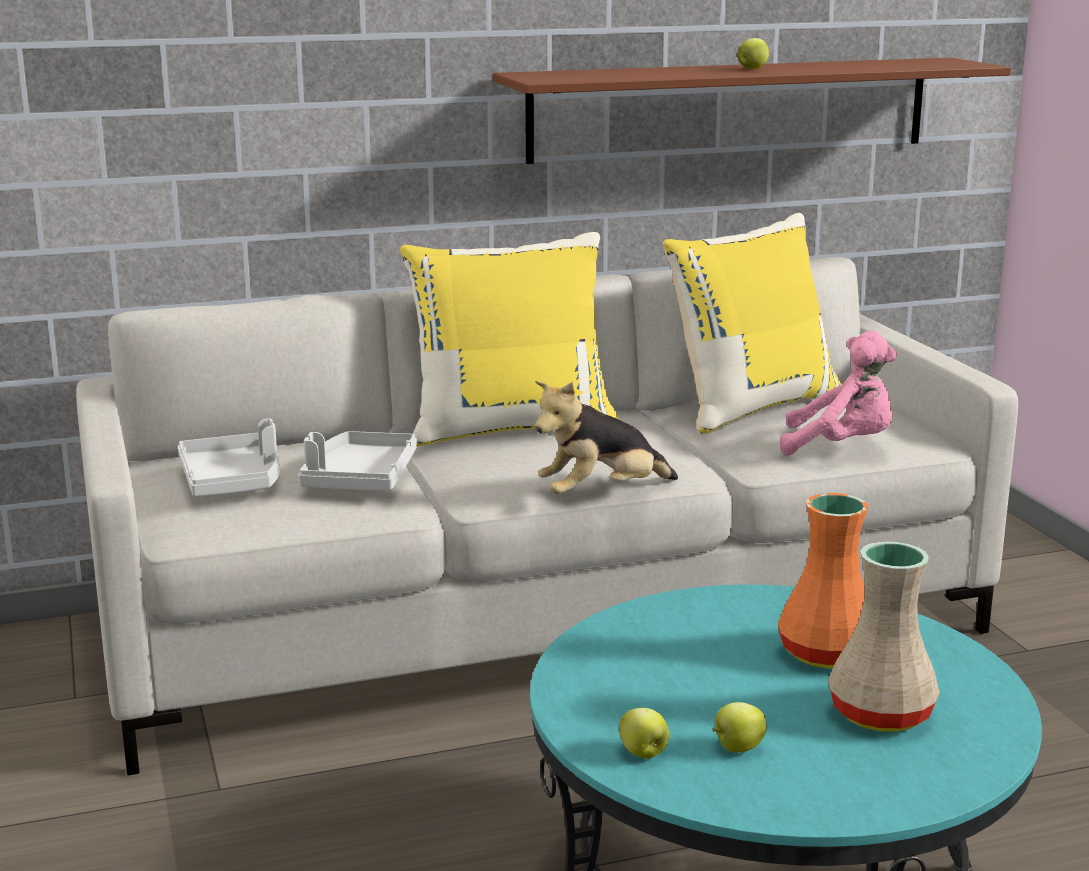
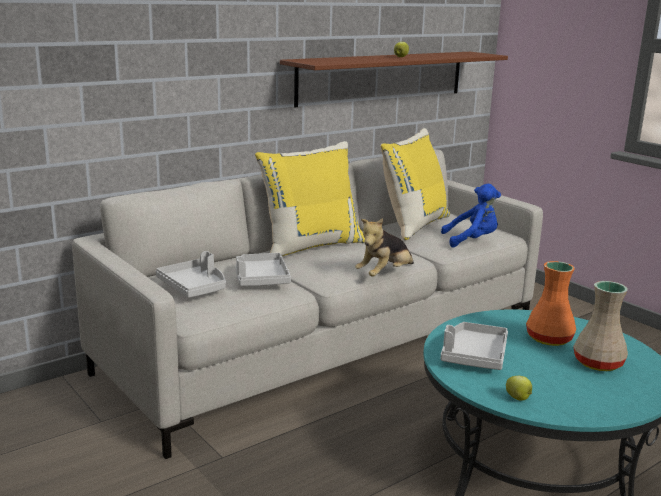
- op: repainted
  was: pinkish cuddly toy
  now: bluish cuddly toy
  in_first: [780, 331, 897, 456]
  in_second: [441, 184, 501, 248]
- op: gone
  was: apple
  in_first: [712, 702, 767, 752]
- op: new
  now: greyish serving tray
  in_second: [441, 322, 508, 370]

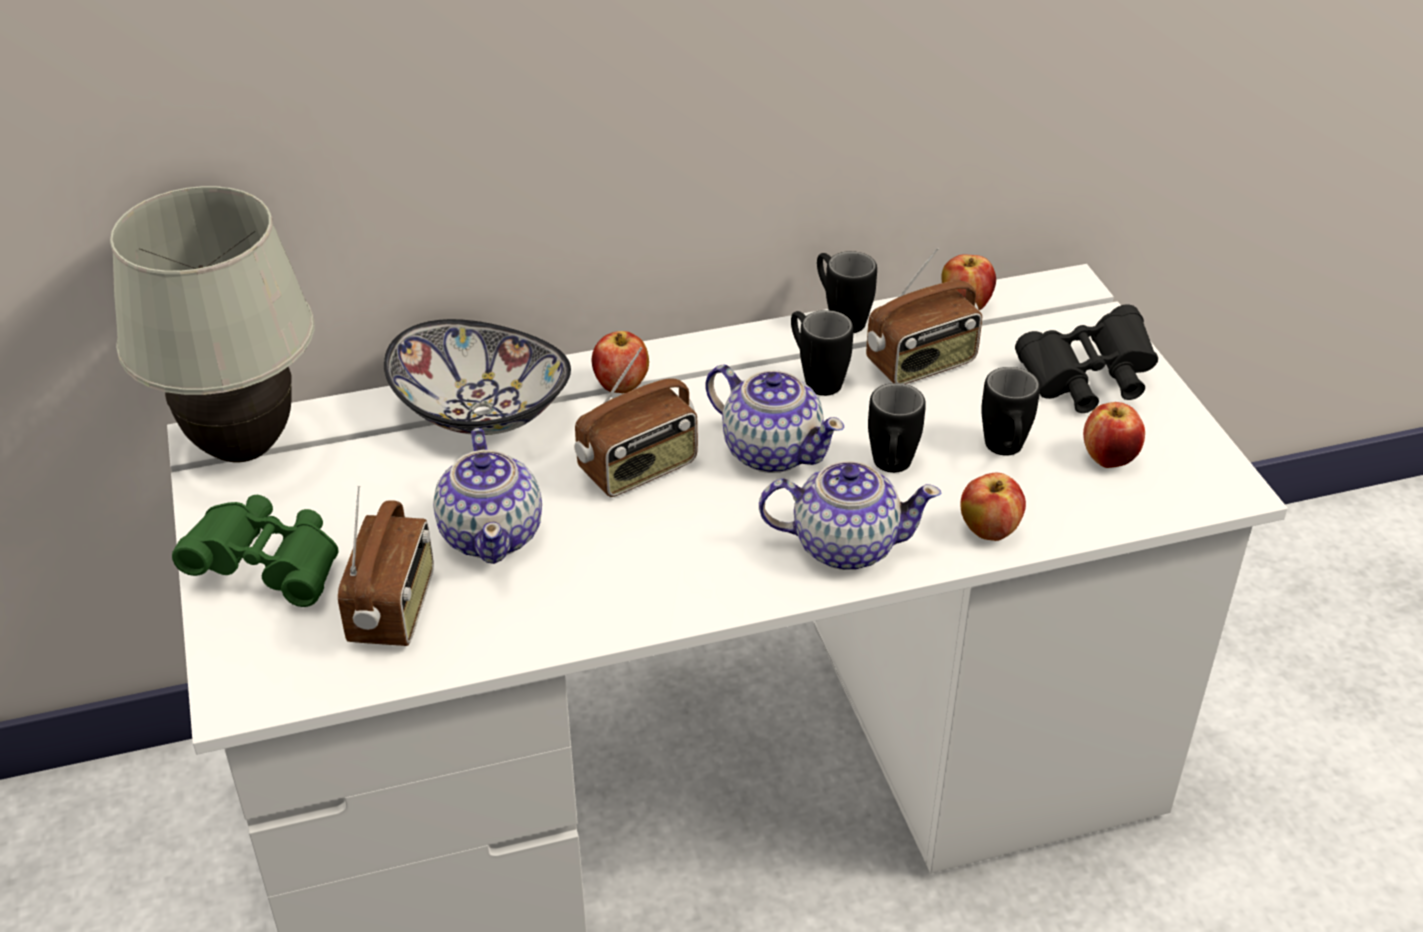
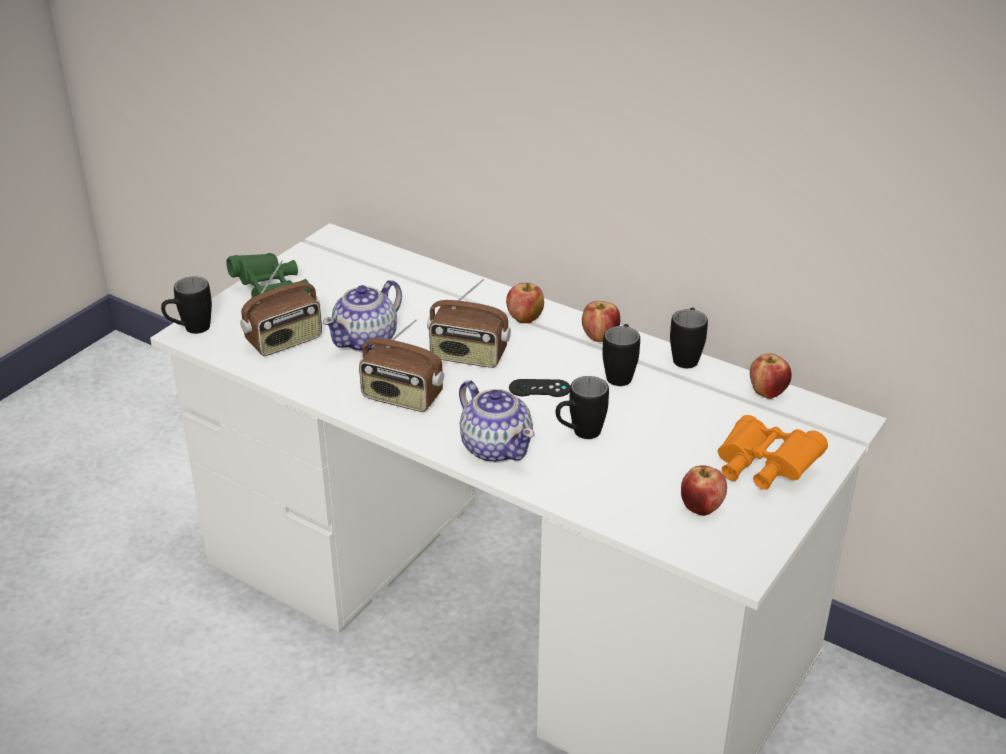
- op: gone
  was: whitish tabletop lamp
  in_first: [110, 186, 314, 462]
- op: shifted
  was: radio set
  in_first: [866, 248, 982, 384]
  in_second: [359, 319, 444, 412]
- op: repainted
  was: blackish pair of binoculars
  now: orange-coloured pair of binoculars
  in_first: [1015, 304, 1158, 413]
  in_second: [718, 415, 828, 490]
- op: gone
  was: bowl
  in_first: [384, 319, 571, 435]
- op: swapped
  was: teapot
  now: blackish joypad
  in_first: [706, 365, 844, 473]
  in_second: [509, 379, 570, 397]
- op: shifted
  was: blackish coffee mug
  in_first: [981, 367, 1040, 456]
  in_second: [161, 276, 212, 334]
- op: shifted
  was: apple
  in_first: [961, 473, 1026, 541]
  in_second: [582, 301, 620, 342]

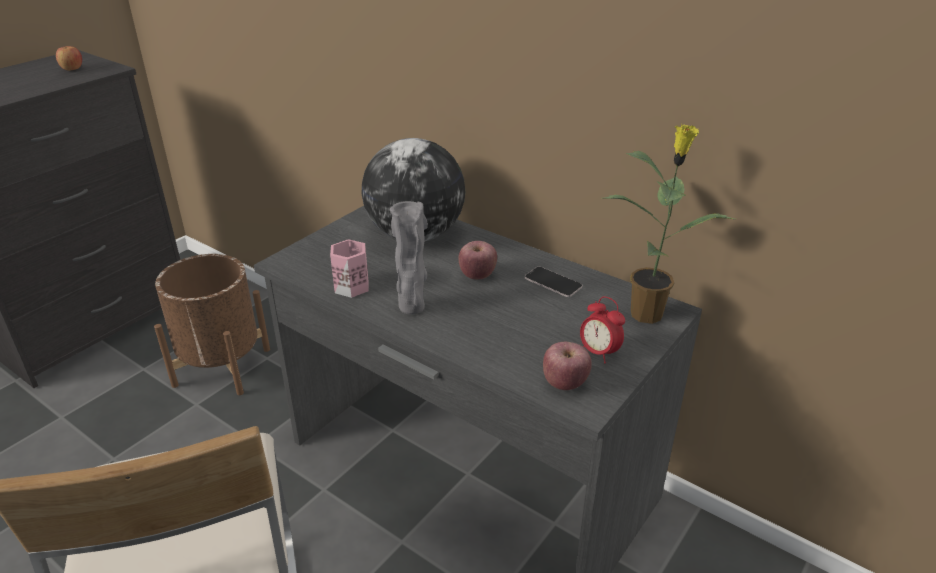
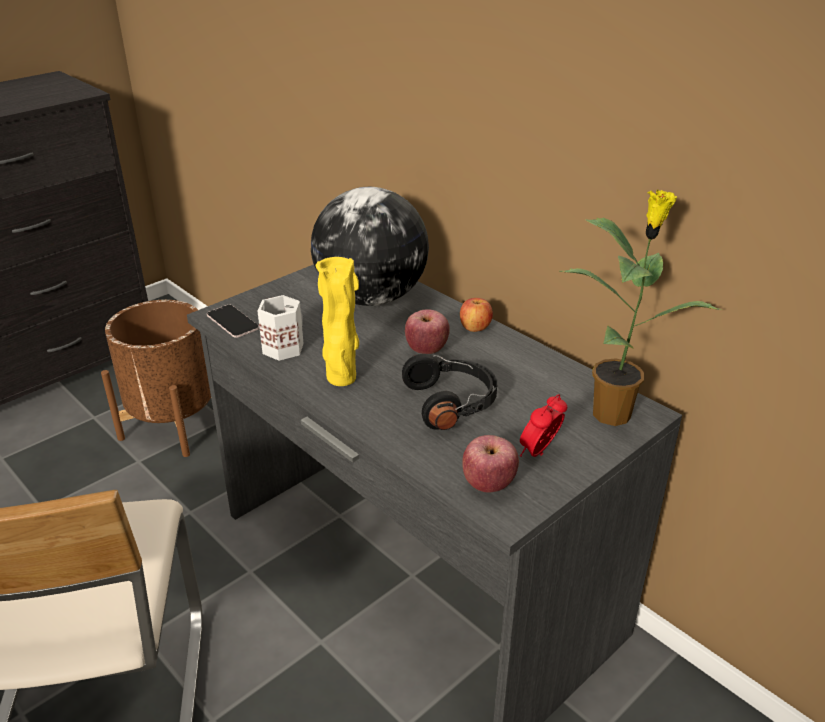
- op: shifted
  was: apple
  in_first: [56, 46, 82, 71]
  in_second: [460, 298, 493, 332]
- op: repainted
  was: greyish decorative vase
  now: yellowish decorative vase
  in_first: [390, 201, 428, 315]
  in_second: [316, 257, 359, 386]
- op: repainted
  was: pinkish coffee mug
  now: whitish coffee mug
  in_first: [330, 239, 368, 298]
  in_second: [258, 295, 304, 361]
- op: shifted
  was: handset
  in_first: [525, 266, 582, 297]
  in_second: [207, 305, 259, 338]
- op: rotated
  was: table clock
  in_first: [580, 296, 625, 363]
  in_second: [520, 394, 567, 457]
  clockwise: 75
- op: new
  now: blackish pair of headphones
  in_second: [402, 354, 497, 430]

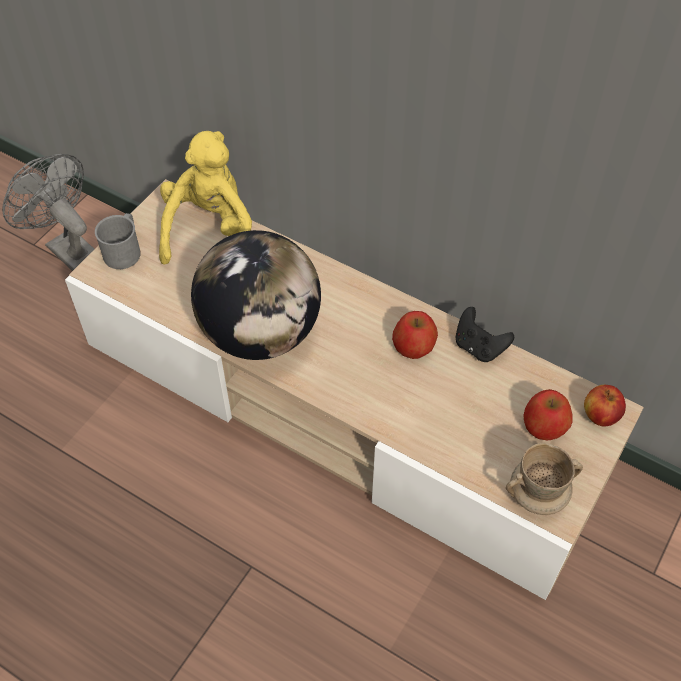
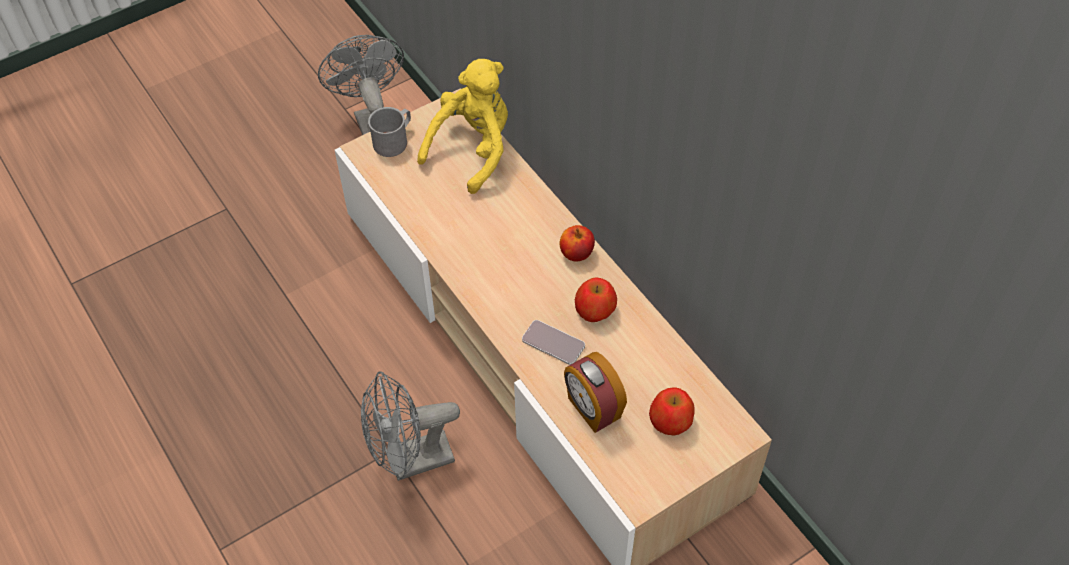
- op: gone
  was: world globe
  in_first: [191, 230, 321, 360]
- op: gone
  was: blackish joypad
  in_first: [455, 307, 514, 362]
- op: shifted
  was: apple
  in_first: [584, 385, 626, 426]
  in_second: [560, 225, 595, 261]
- op: gone
  was: beige coffee mug
  in_first: [506, 442, 583, 515]
- op: new
  now: handset
  in_second: [522, 320, 585, 365]
- op: new
  now: table clock
  in_second: [564, 352, 627, 433]
- op: new
  now: greyish electric fan
  in_second: [361, 371, 460, 481]

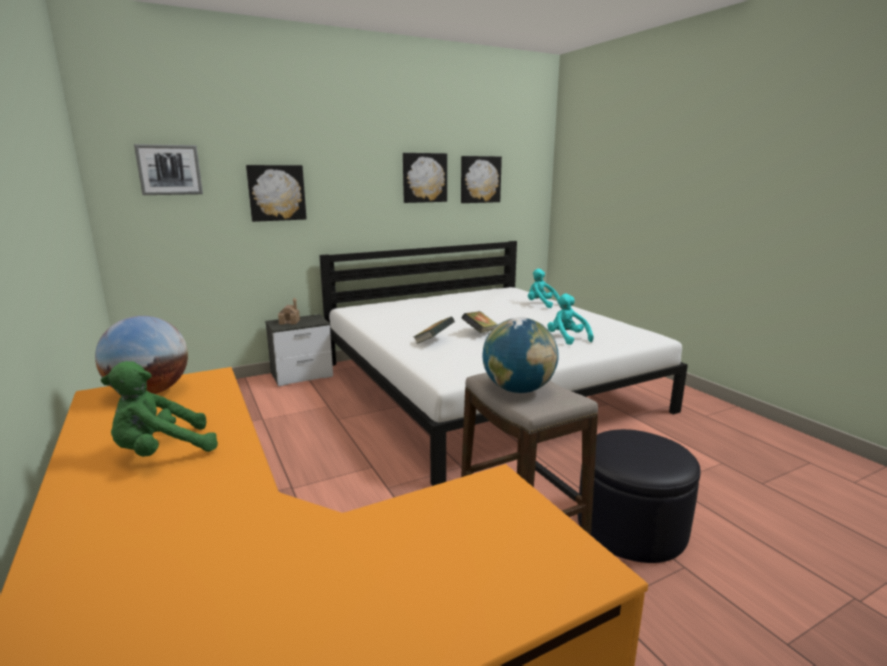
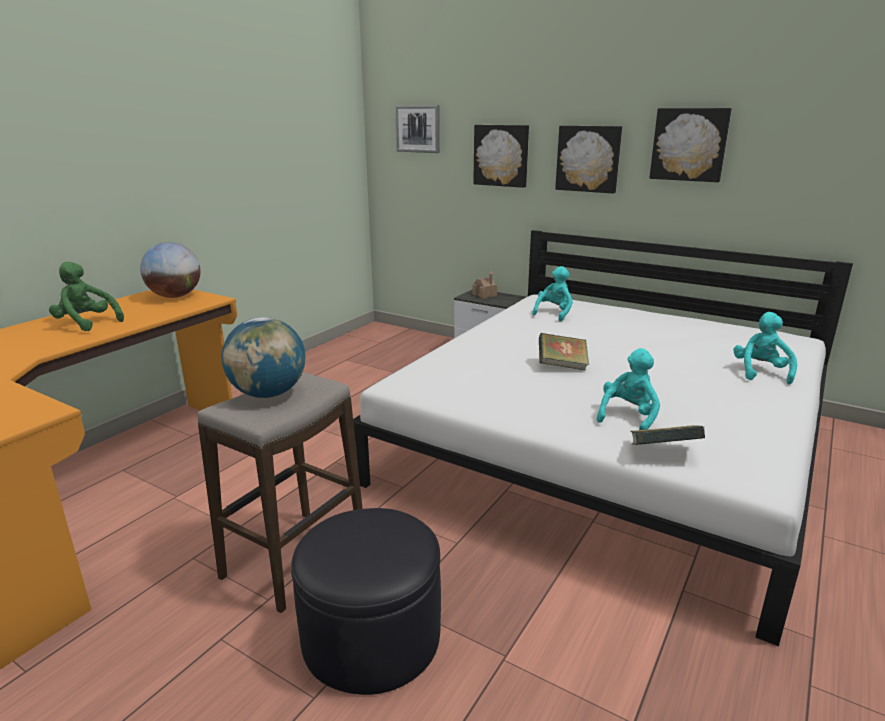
- op: shifted
  was: wall art
  in_first: [461, 156, 502, 203]
  in_second: [555, 126, 622, 194]
- op: shifted
  was: bound book
  in_first: [414, 316, 455, 344]
  in_second: [630, 425, 705, 445]
- op: new
  now: turquoise cuddly toy
  in_second: [532, 266, 573, 322]

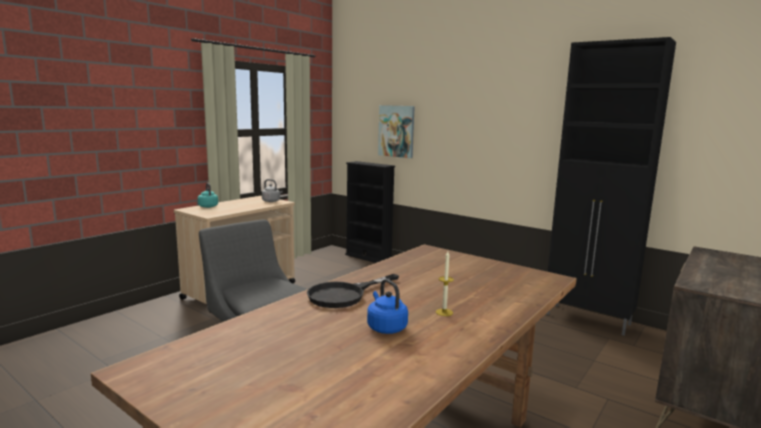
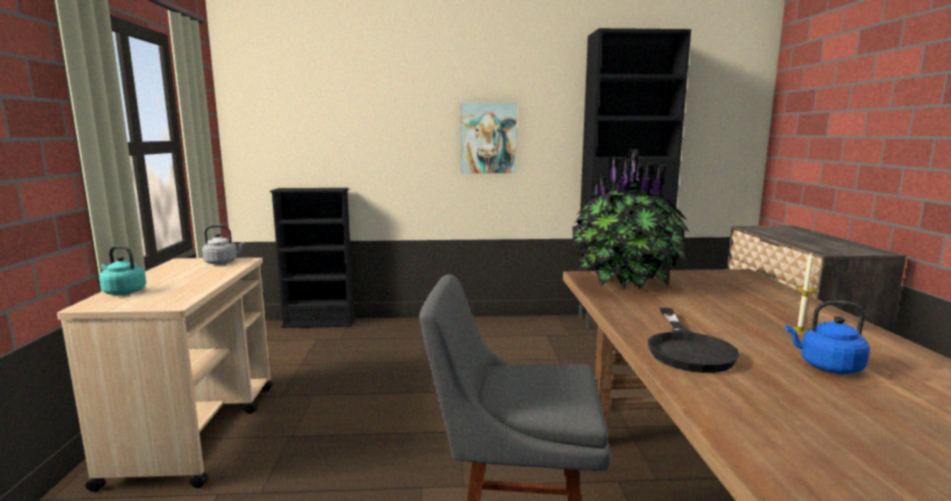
- op: shifted
  was: wall art
  in_first: [378, 105, 415, 158]
  in_second: [460, 102, 517, 173]
- op: new
  now: houseplant
  in_second: [573, 149, 689, 289]

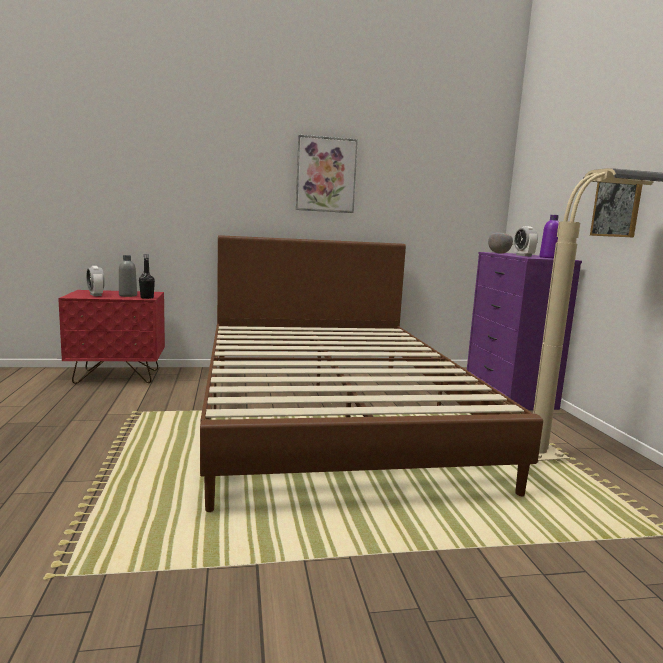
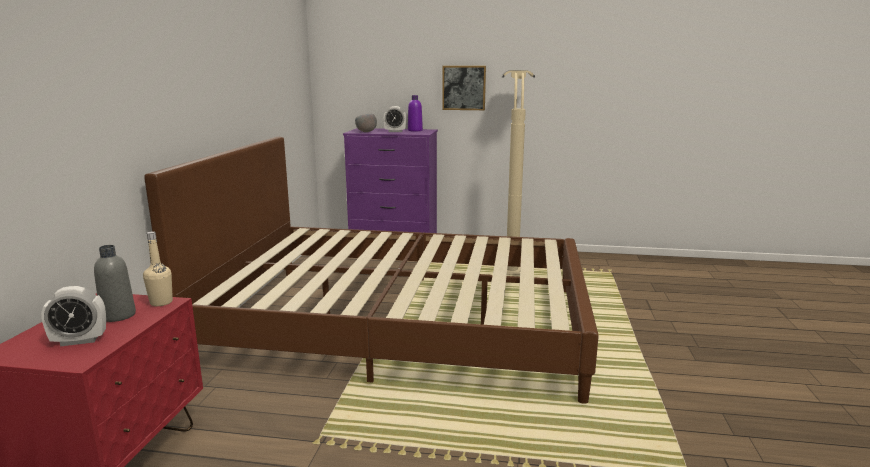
- op: gone
  was: wall art
  in_first: [296, 135, 358, 213]
- op: repainted
  was: blackish bottle
  now: beige bottle
  in_first: [139, 254, 155, 299]
  in_second: [143, 231, 173, 306]

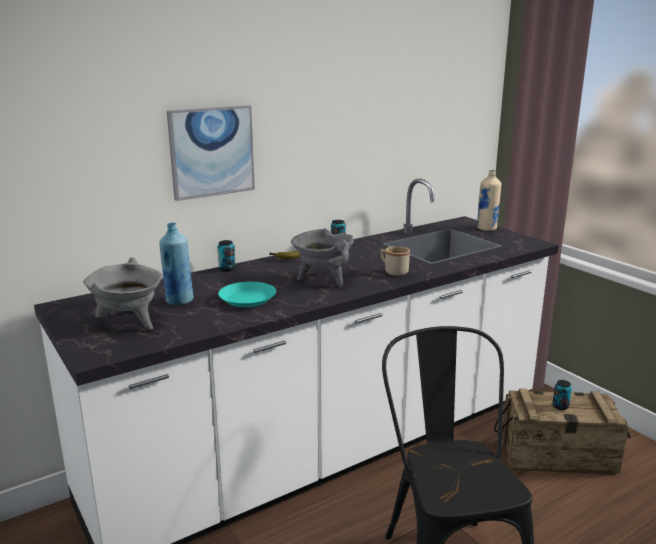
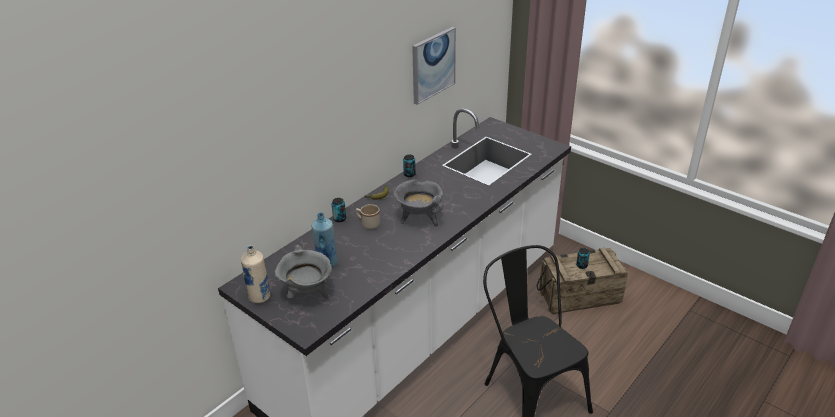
- op: shifted
  was: wall art
  in_first: [167, 105, 255, 201]
  in_second: [412, 27, 456, 105]
- op: shifted
  was: beige bottle
  in_first: [477, 170, 501, 231]
  in_second: [241, 245, 270, 303]
- op: shifted
  was: beige coffee mug
  in_first: [380, 246, 410, 276]
  in_second: [356, 204, 380, 229]
- op: gone
  was: turquoise plate
  in_first: [218, 282, 276, 307]

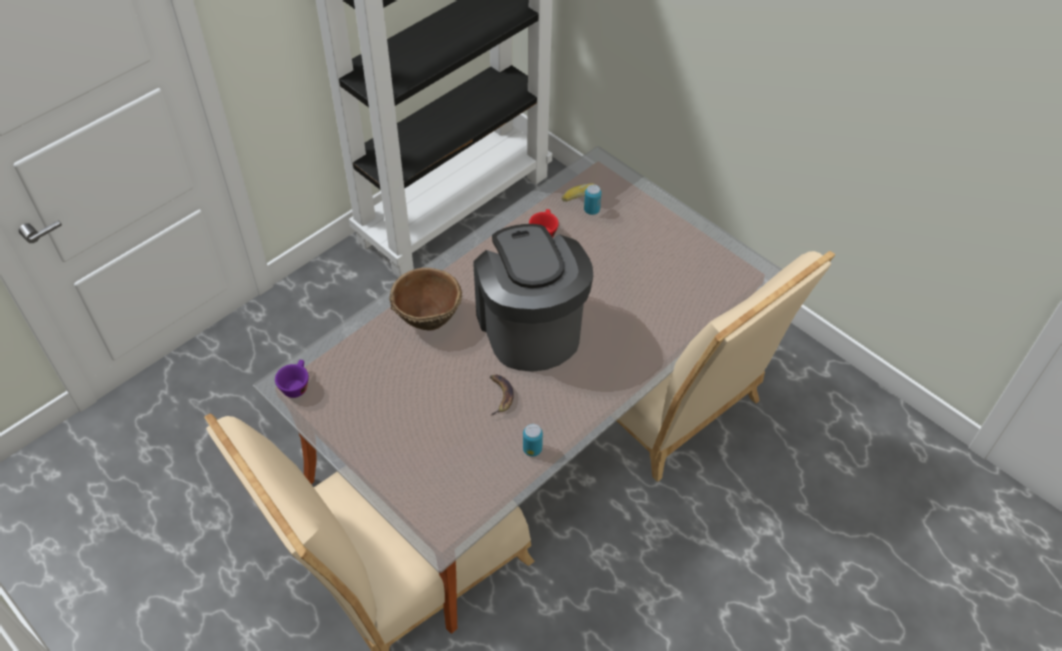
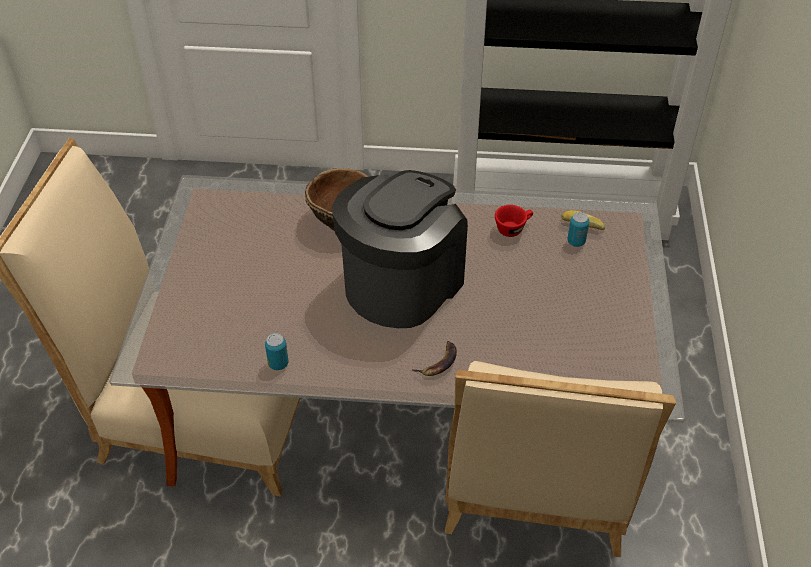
- op: gone
  was: purple small cup
  in_first: [275, 360, 309, 398]
- op: shifted
  was: whole banana
  in_first: [490, 375, 514, 416]
  in_second: [412, 341, 457, 376]

